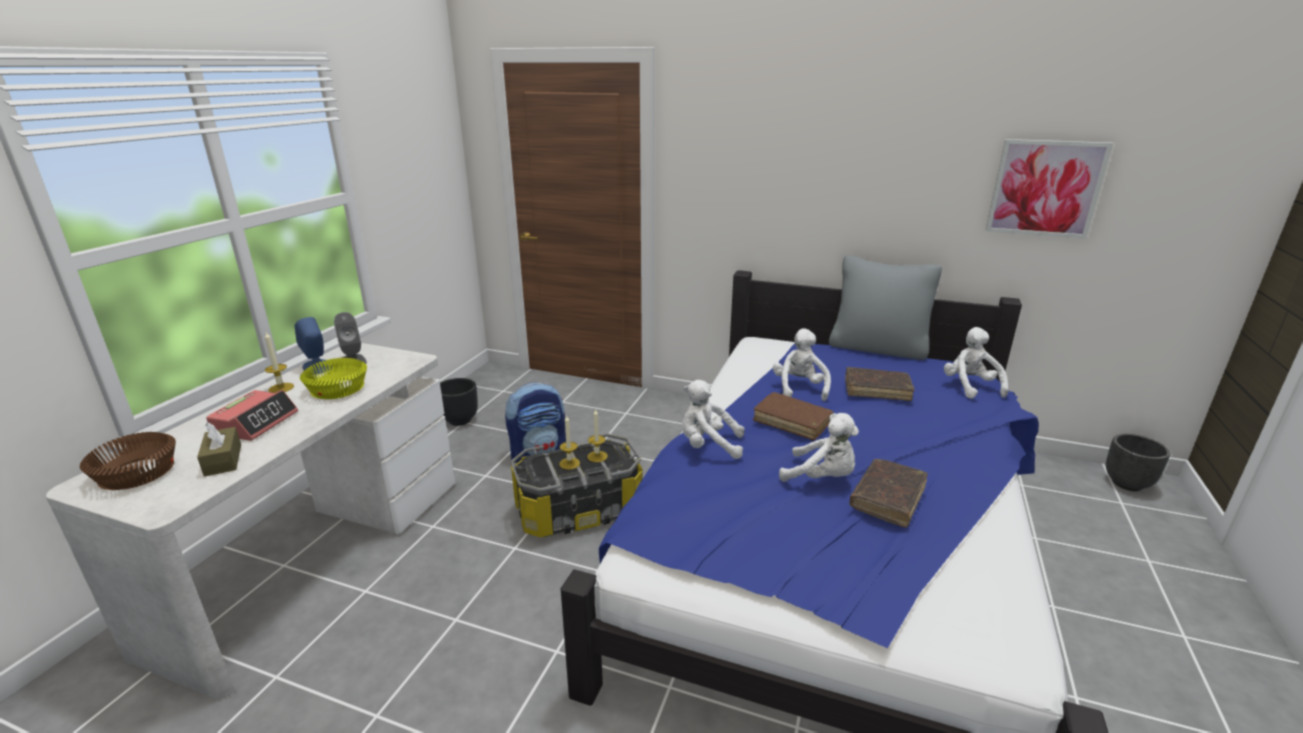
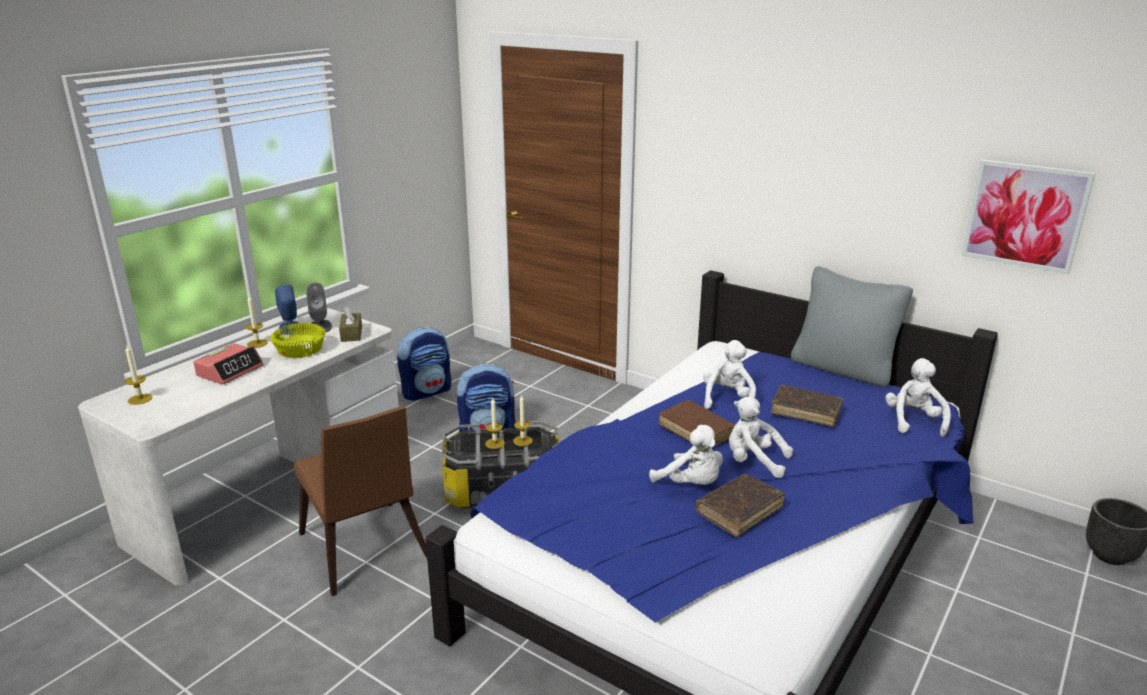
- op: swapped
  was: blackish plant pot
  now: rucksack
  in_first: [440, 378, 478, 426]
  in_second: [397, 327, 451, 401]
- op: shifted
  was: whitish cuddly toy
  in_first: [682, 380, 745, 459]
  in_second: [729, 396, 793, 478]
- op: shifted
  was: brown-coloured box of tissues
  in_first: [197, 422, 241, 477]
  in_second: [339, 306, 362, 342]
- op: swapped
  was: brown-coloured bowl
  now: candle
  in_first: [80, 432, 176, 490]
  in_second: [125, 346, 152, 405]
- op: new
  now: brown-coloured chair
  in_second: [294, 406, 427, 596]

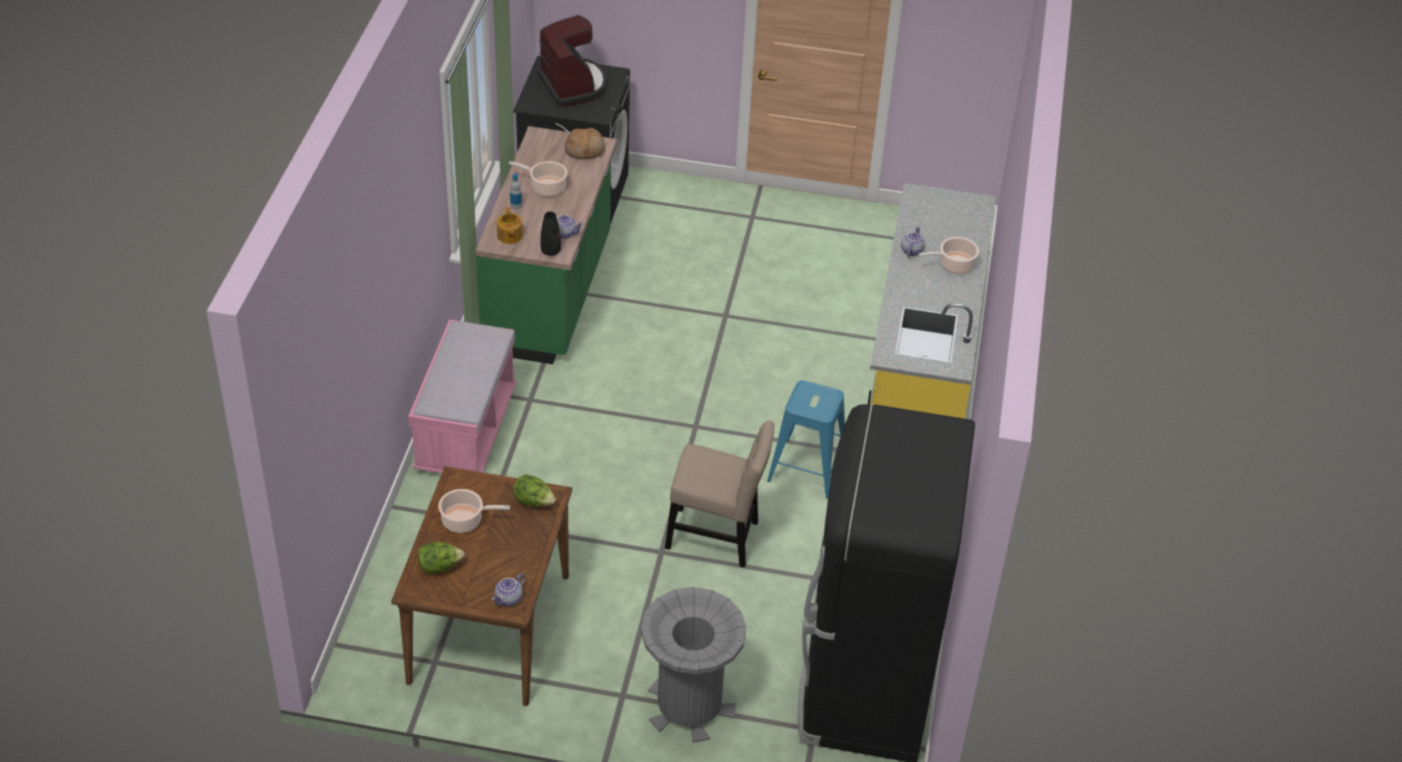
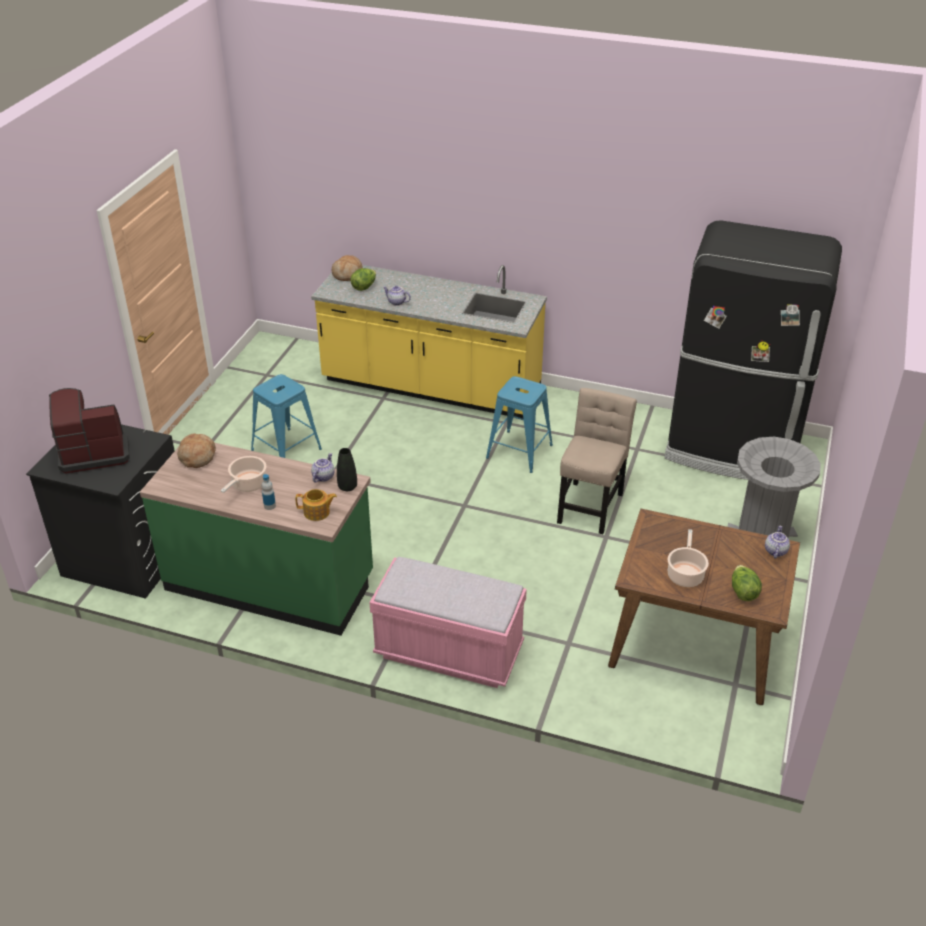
- op: gone
  was: cooking pot
  in_first: [919, 237, 979, 274]
- op: shifted
  was: head of lettuce
  in_first: [513, 474, 556, 507]
  in_second: [350, 268, 376, 291]
- op: rotated
  was: teapot
  in_first: [491, 573, 525, 606]
  in_second: [765, 526, 790, 559]
  clockwise: -120
- op: new
  now: bakery bread
  in_second: [332, 255, 362, 281]
- op: new
  now: bluish sitting stool
  in_second: [251, 374, 322, 458]

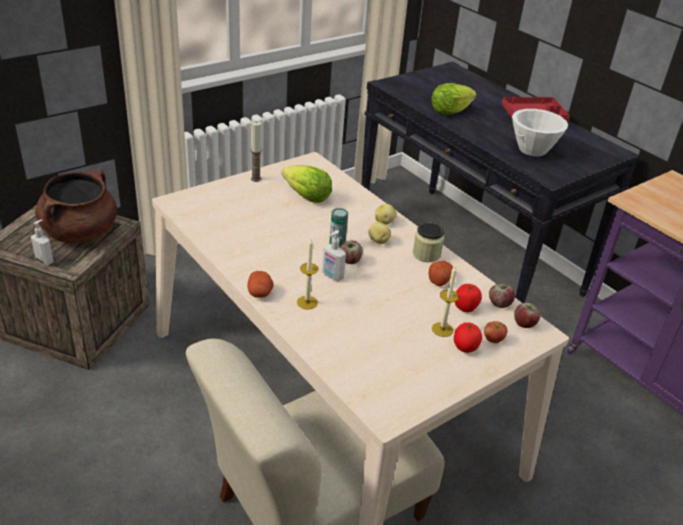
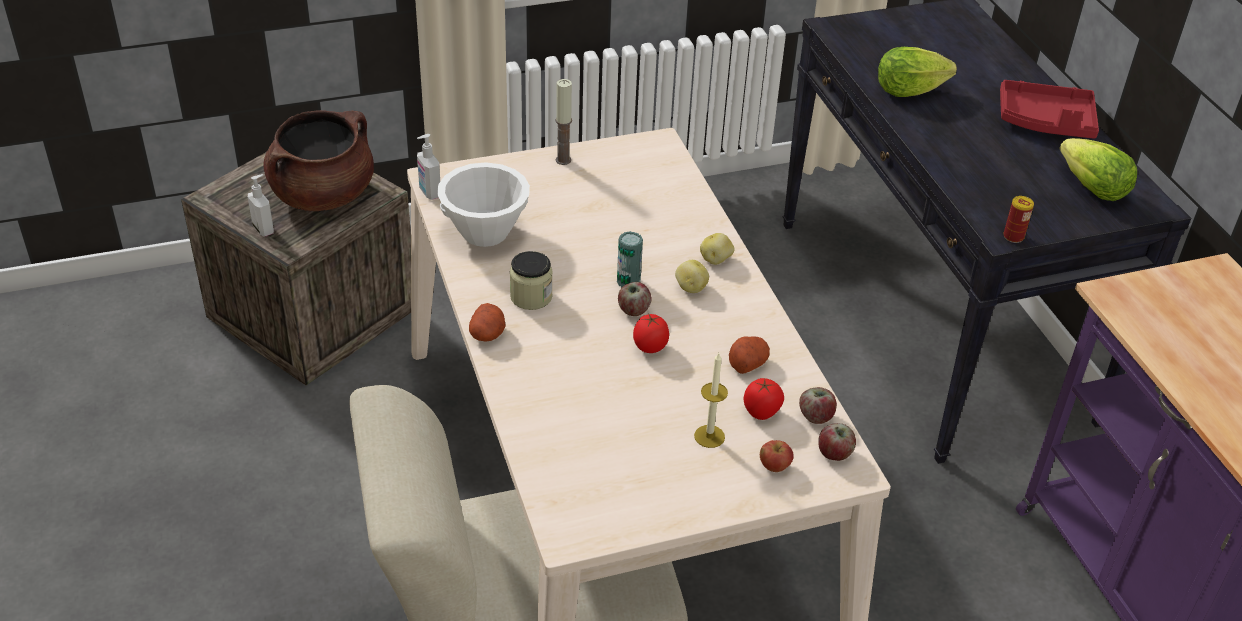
- op: shifted
  was: whitish bowl
  in_first: [512, 109, 568, 157]
  in_second: [437, 162, 530, 247]
- op: shifted
  was: head of lettuce
  in_first: [281, 165, 332, 203]
  in_second: [1059, 138, 1137, 201]
- op: shifted
  was: preserve jar
  in_first: [413, 223, 444, 262]
  in_second: [510, 251, 553, 310]
- op: shifted
  was: soap bottle
  in_first: [322, 230, 346, 281]
  in_second: [417, 134, 440, 200]
- op: gone
  was: candle
  in_first: [297, 239, 318, 310]
- op: shifted
  was: tomato
  in_first: [454, 322, 482, 353]
  in_second: [633, 313, 669, 353]
- op: new
  now: sealed can
  in_second: [1003, 196, 1034, 243]

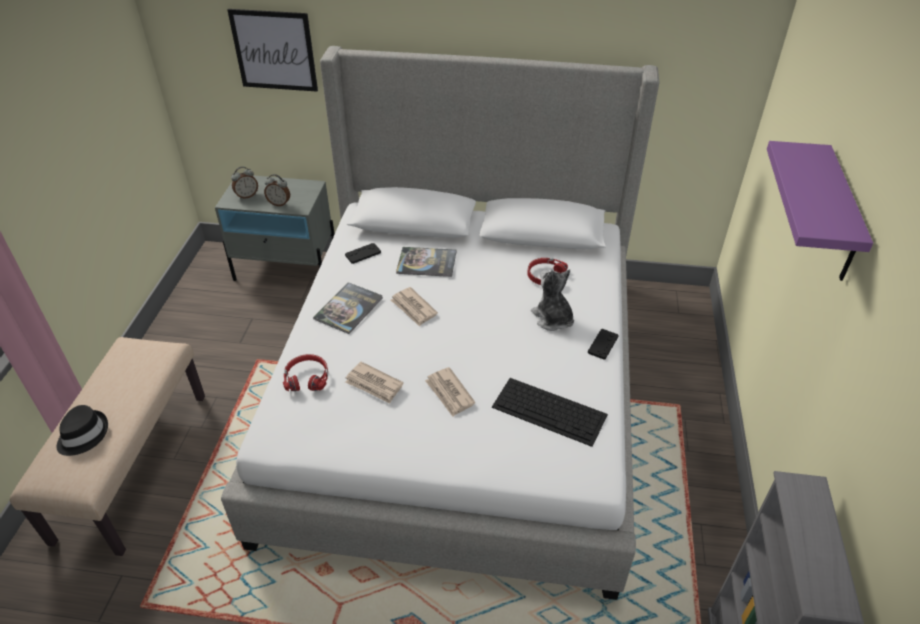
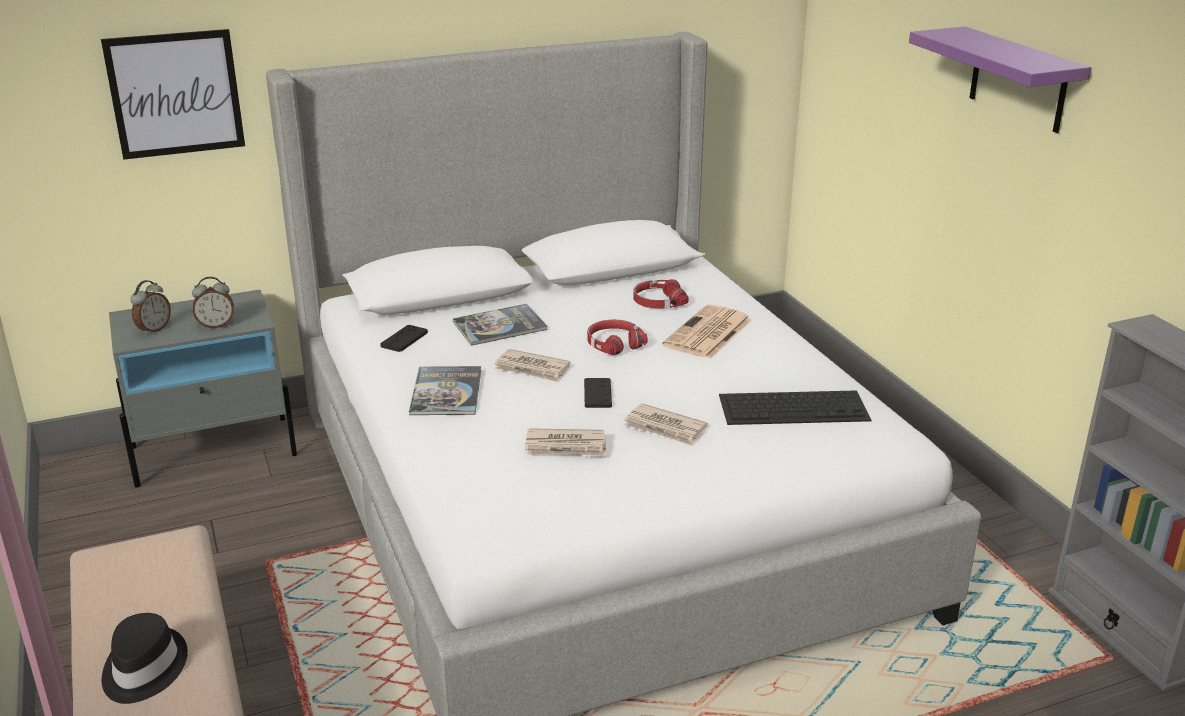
- op: swapped
  was: cuddly toy
  now: daily paper
  in_first: [531, 269, 574, 331]
  in_second: [663, 304, 752, 359]
- op: shifted
  was: blackish joypad
  in_first: [588, 329, 619, 359]
  in_second: [584, 378, 612, 408]
- op: shifted
  was: reddish pair of headphones
  in_first: [283, 354, 328, 391]
  in_second: [587, 320, 647, 355]

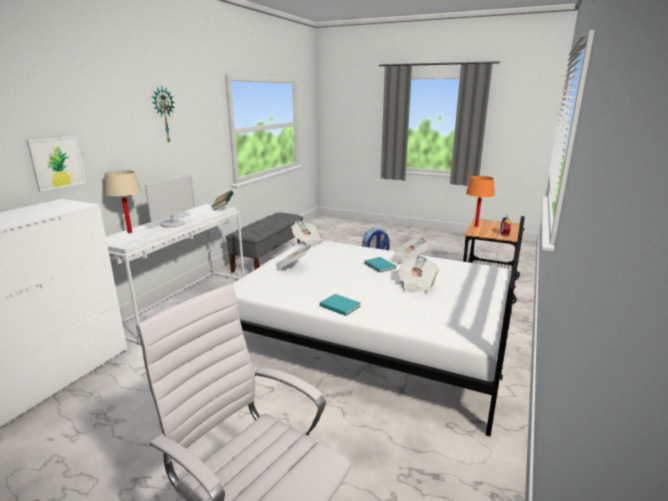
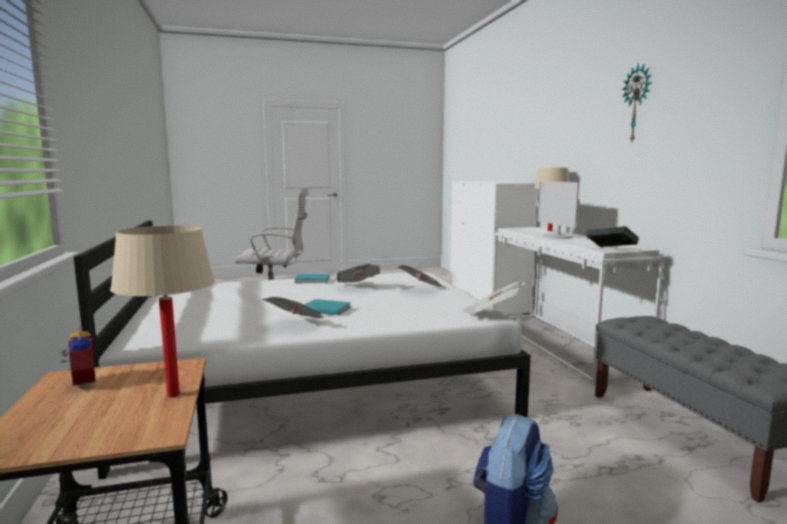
- op: gone
  was: wall art
  in_first: [26, 136, 86, 192]
- op: repainted
  was: orange-coloured tabletop lamp
  now: beige tabletop lamp
  in_first: [466, 176, 495, 227]
  in_second: [110, 226, 215, 397]
- op: shifted
  was: daily paper
  in_first: [398, 255, 439, 293]
  in_second: [336, 264, 380, 283]

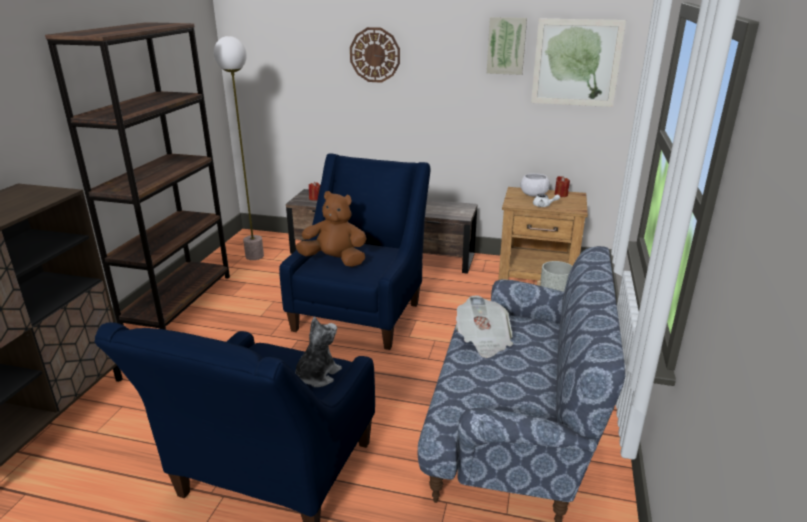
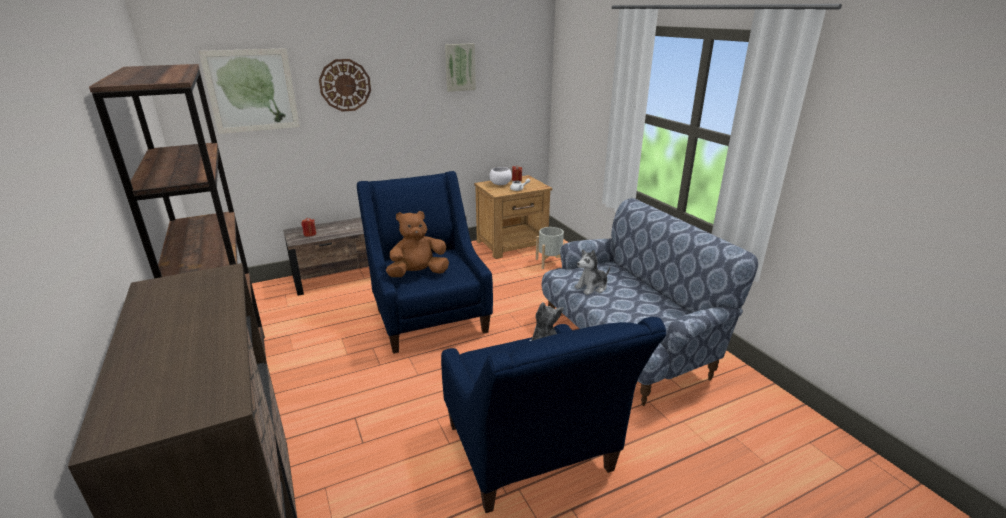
- op: shifted
  was: wall art
  in_first: [531, 19, 626, 107]
  in_second: [199, 48, 300, 134]
- op: gone
  was: floor lamp
  in_first: [214, 36, 264, 260]
- op: swapped
  was: daily paper
  now: cuddly toy
  in_first: [456, 295, 513, 358]
  in_second: [574, 249, 610, 295]

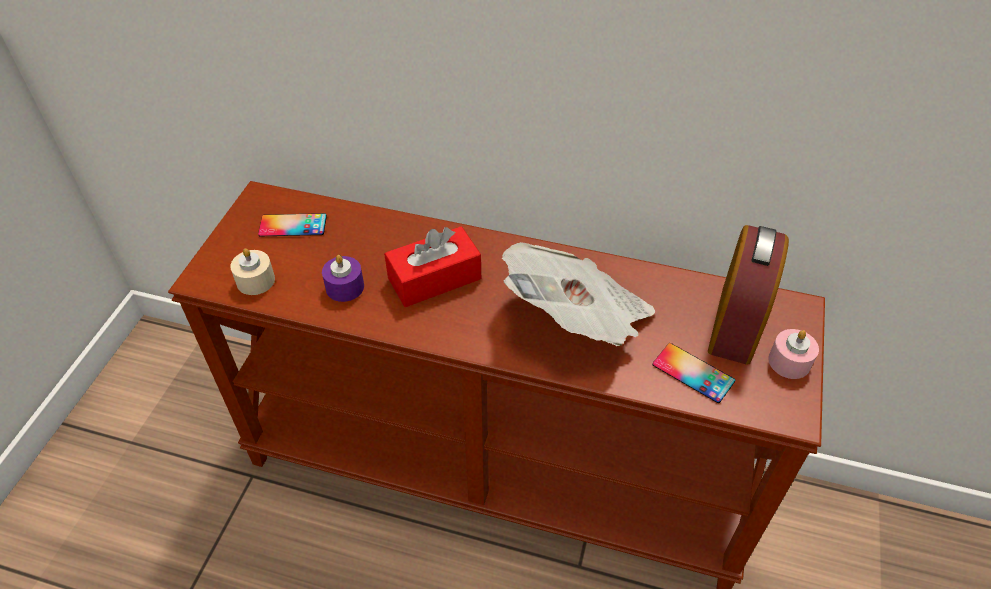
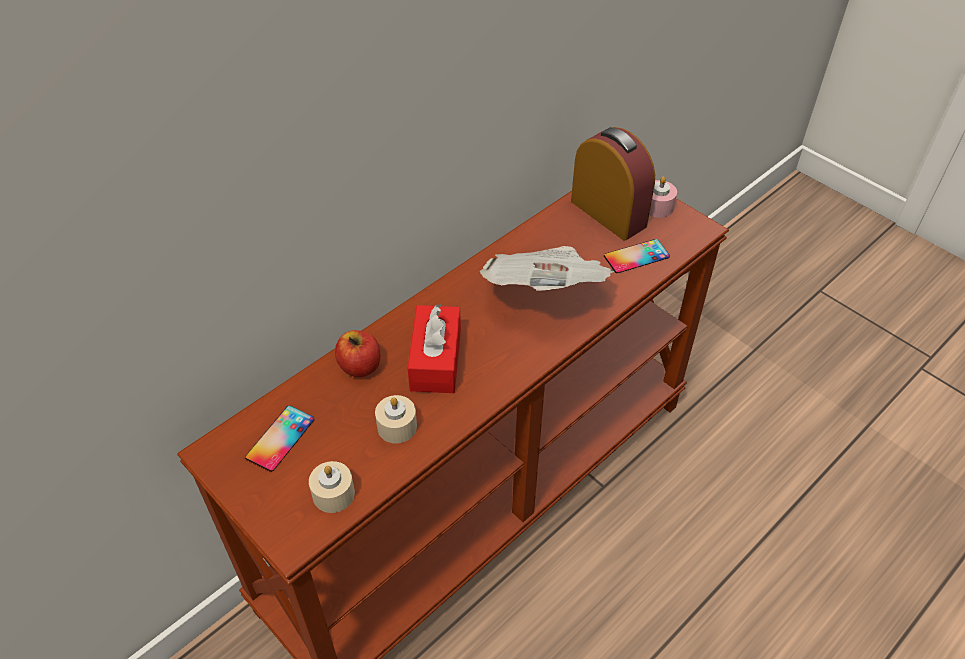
- op: repainted
  was: purple candle
  now: beige candle
  in_first: [322, 255, 364, 302]
  in_second: [375, 395, 417, 443]
- op: new
  now: apple
  in_second: [335, 330, 380, 377]

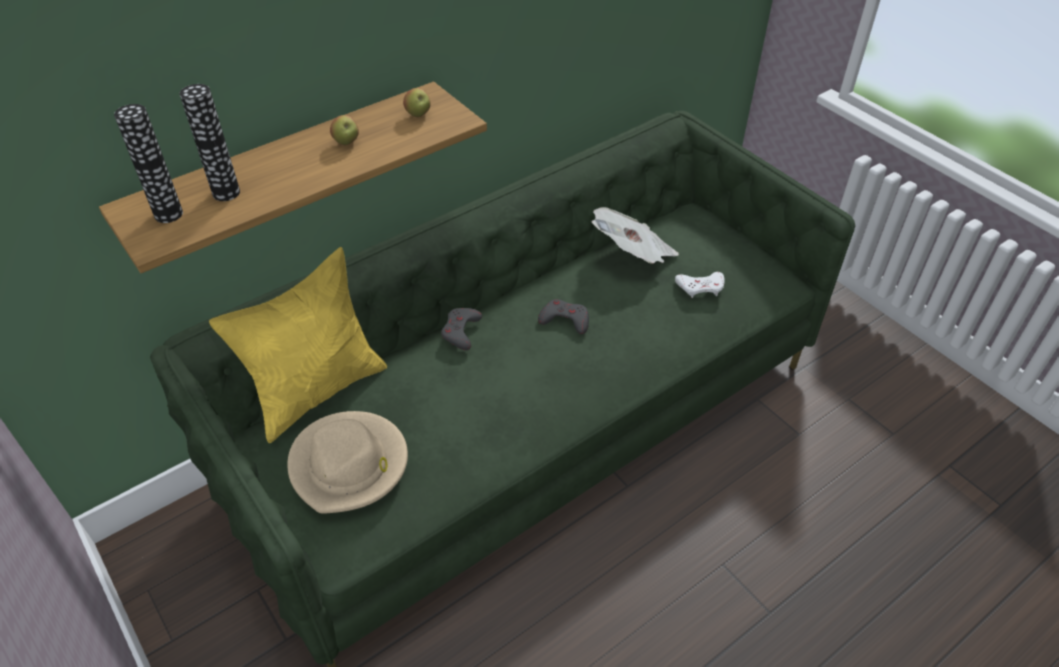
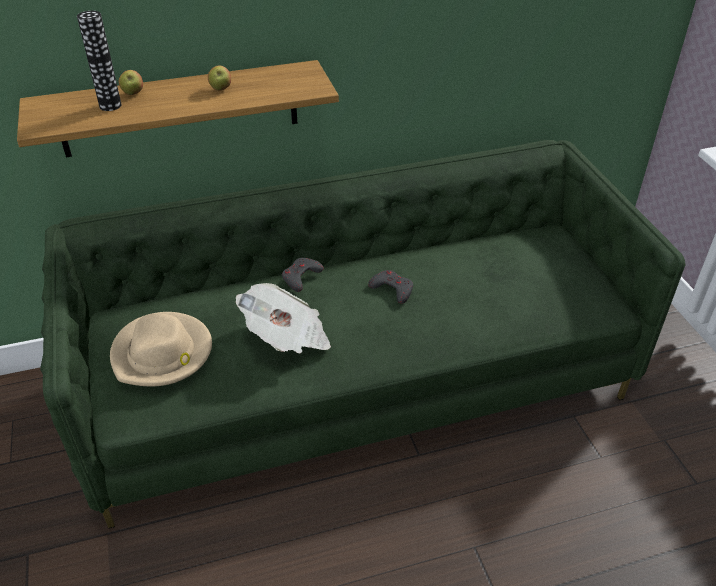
- op: shifted
  was: apple
  in_first: [403, 88, 431, 117]
  in_second: [119, 70, 143, 95]
- op: gone
  was: decorative vase
  in_first: [114, 104, 183, 223]
- op: shifted
  was: daily paper
  in_first: [591, 207, 679, 264]
  in_second: [235, 283, 331, 353]
- op: gone
  was: yellowish pillow
  in_first: [209, 247, 387, 443]
- op: gone
  was: whitish joypad
  in_first: [675, 272, 725, 298]

